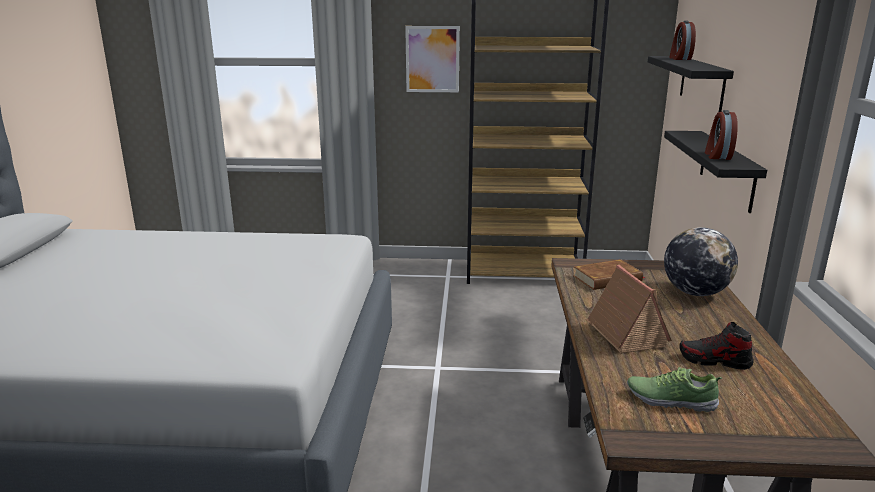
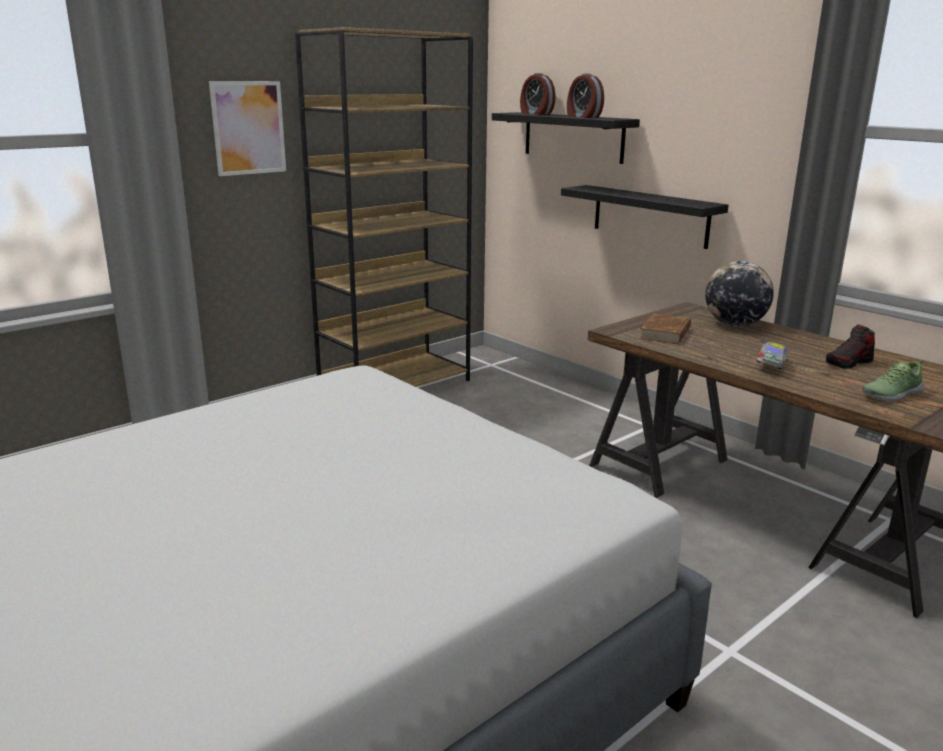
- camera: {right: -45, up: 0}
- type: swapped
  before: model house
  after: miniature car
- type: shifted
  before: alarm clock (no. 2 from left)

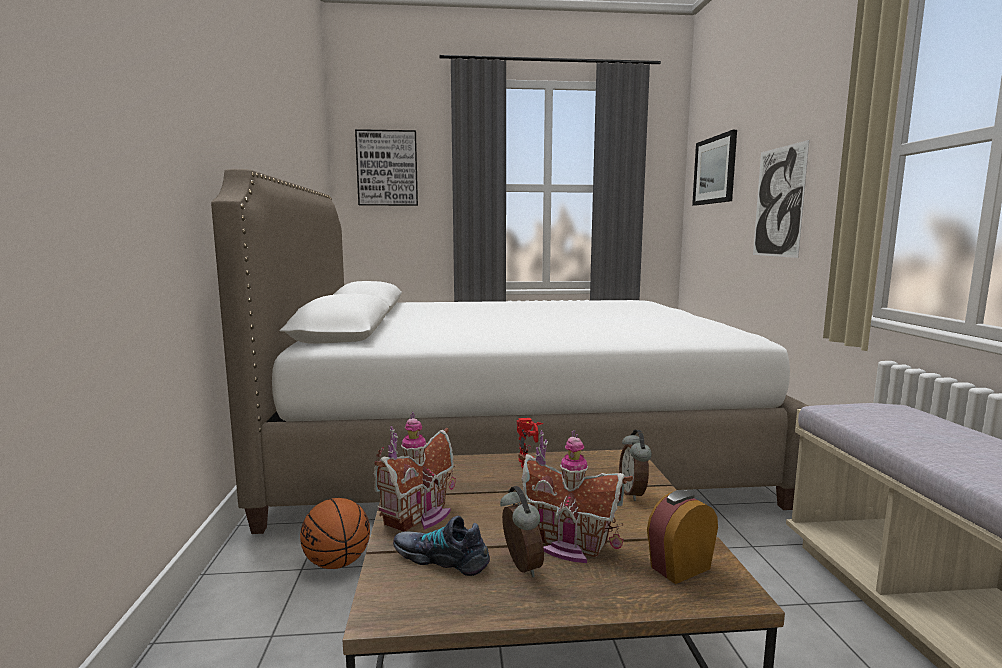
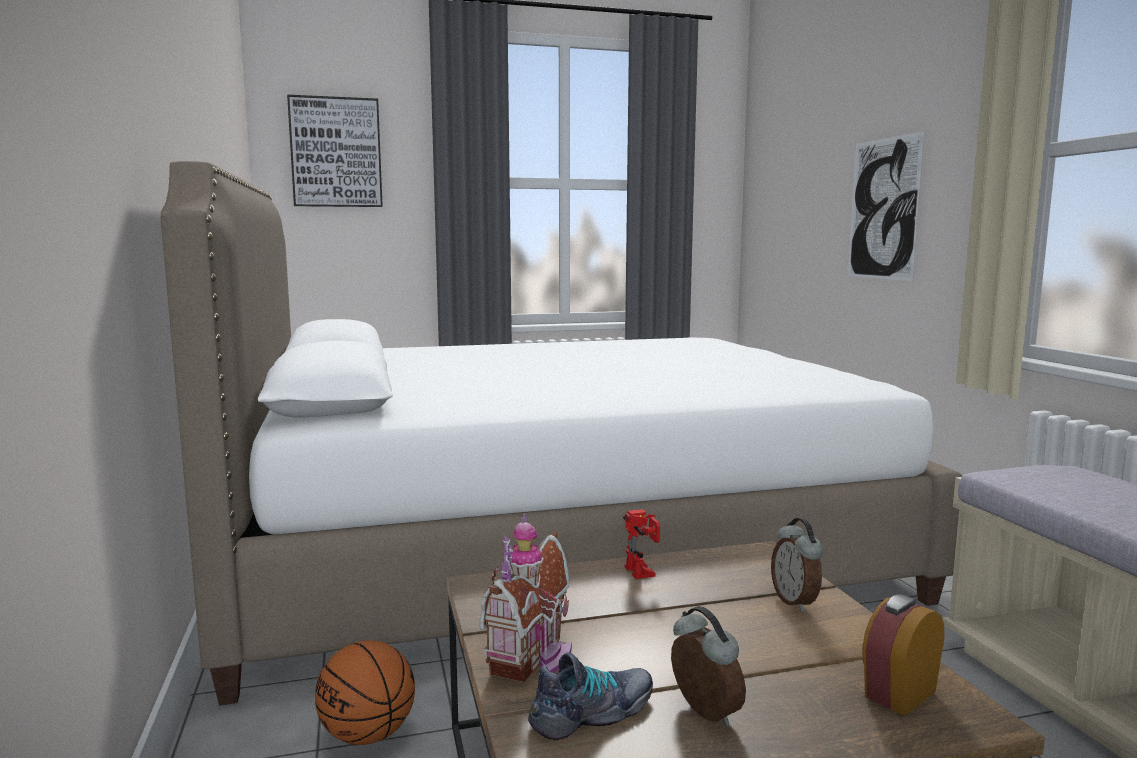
- camera: {right: -10, up: 0}
- type: rotated
  before: low shoe
  turn: 135
- type: gone
  before: model house (no. 2 from left)
- type: gone
  before: wall picture (no. 2 from left)

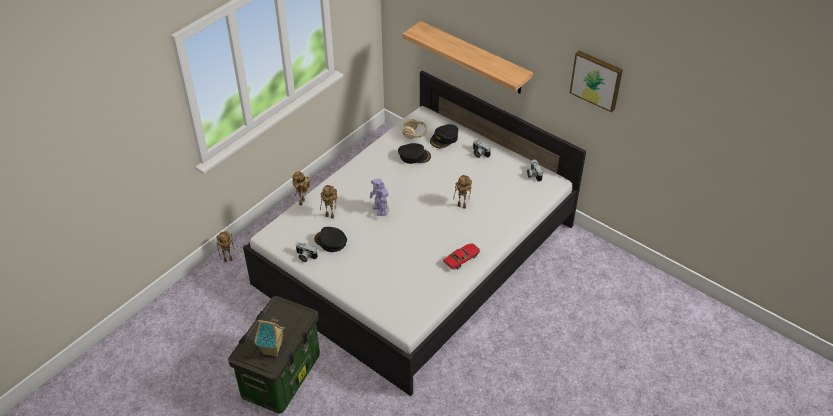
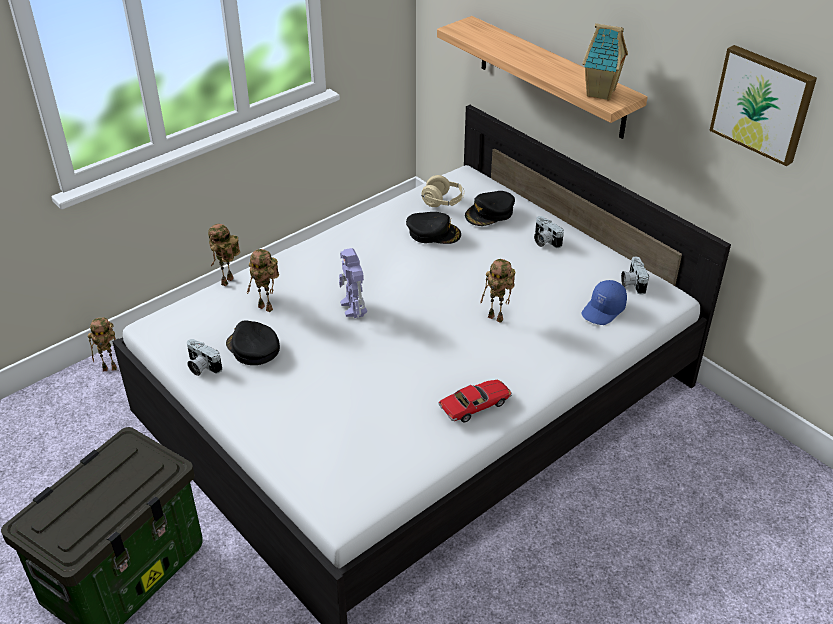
- camera: {right: 10, up: -5}
- type: shifted
  before: model house
- type: new
  after: blue-coloured baseball cap

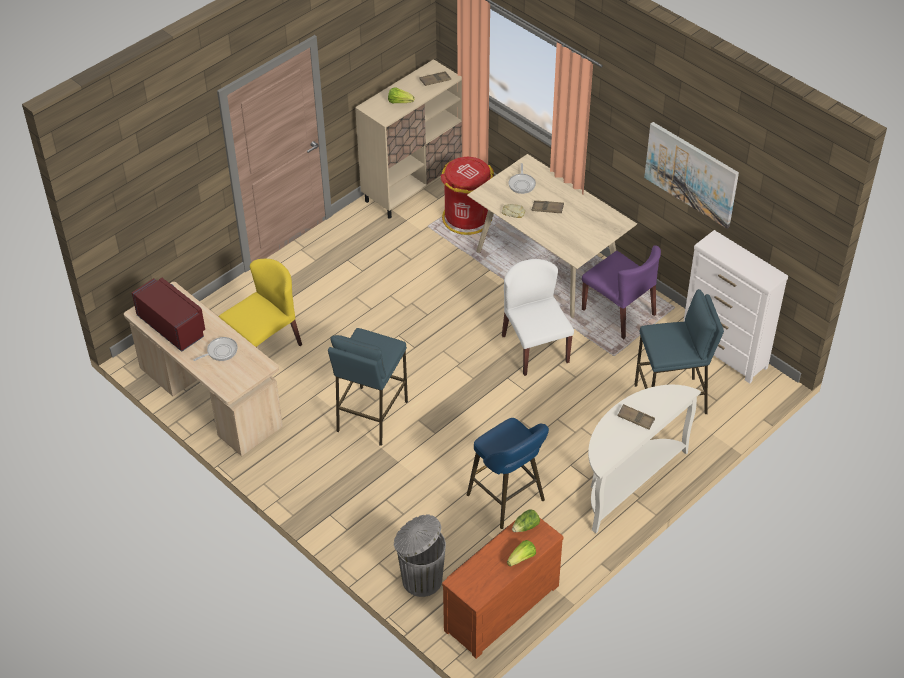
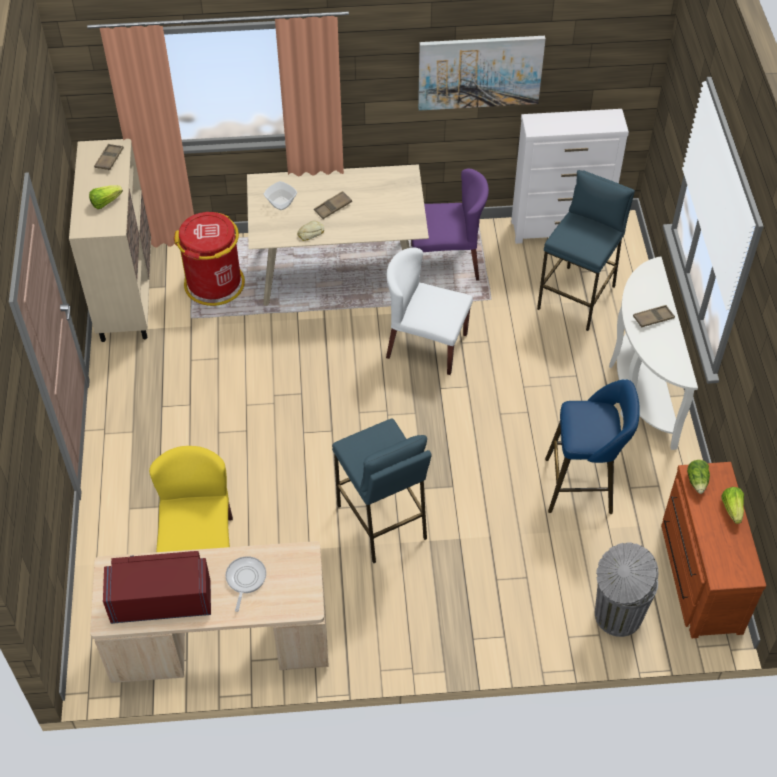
- camera: {right: -50, up: 5}
- type: swapped
  before: pan (no. 2 from left)
  after: bowl

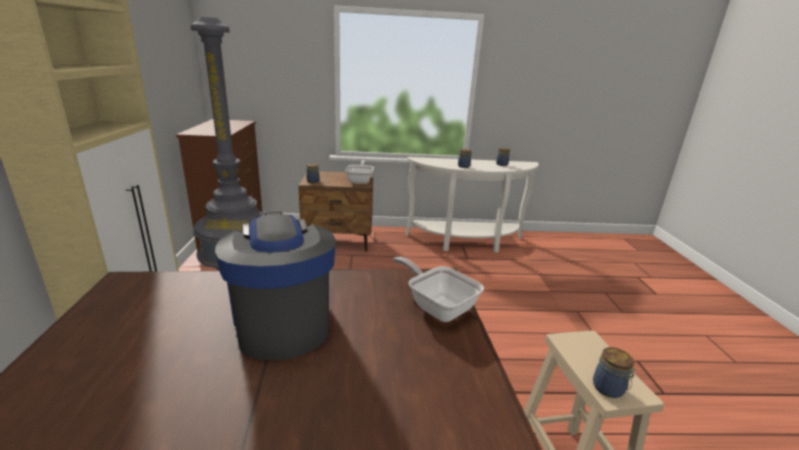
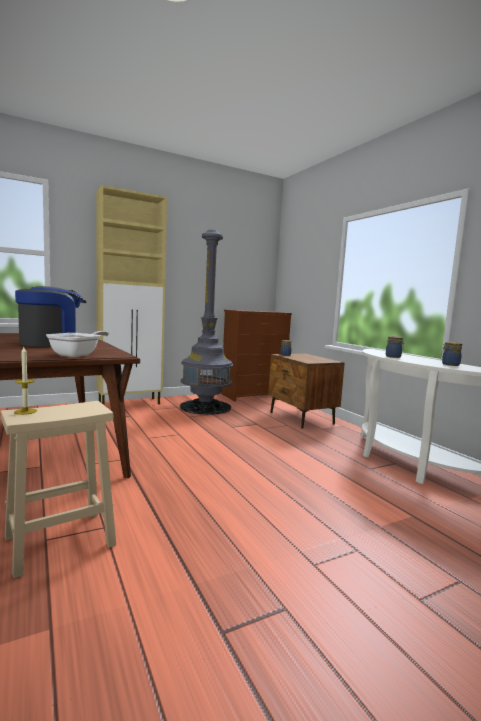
- camera: {right: 65, up: -15}
- type: gone
  before: pan (no. 1 from left)
- type: swapped
  before: jar (no. 4 from left)
  after: wax candle

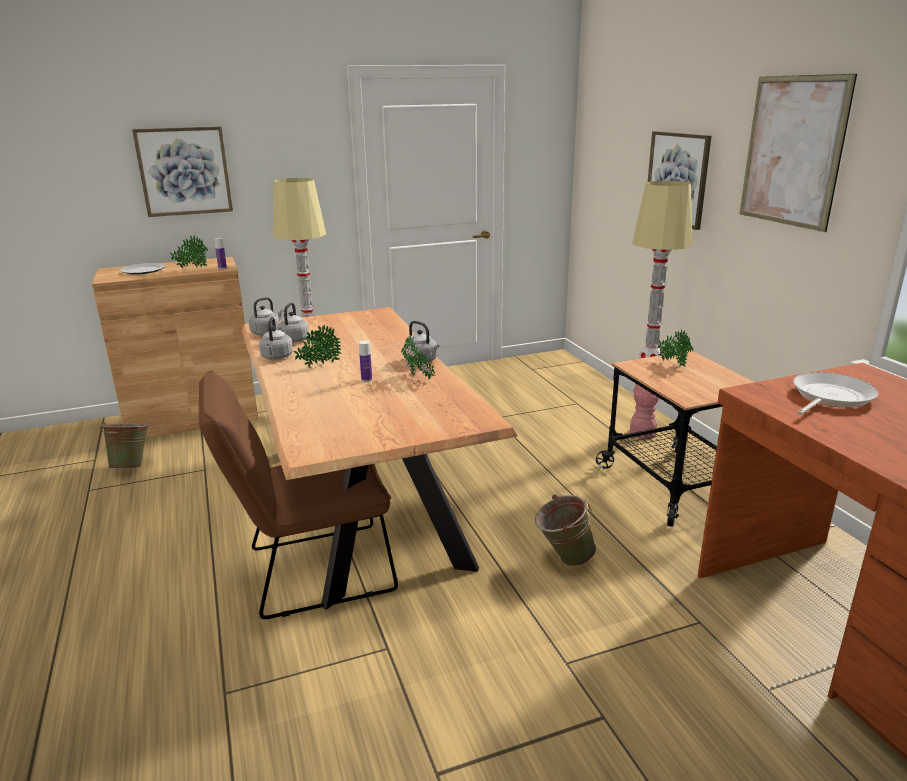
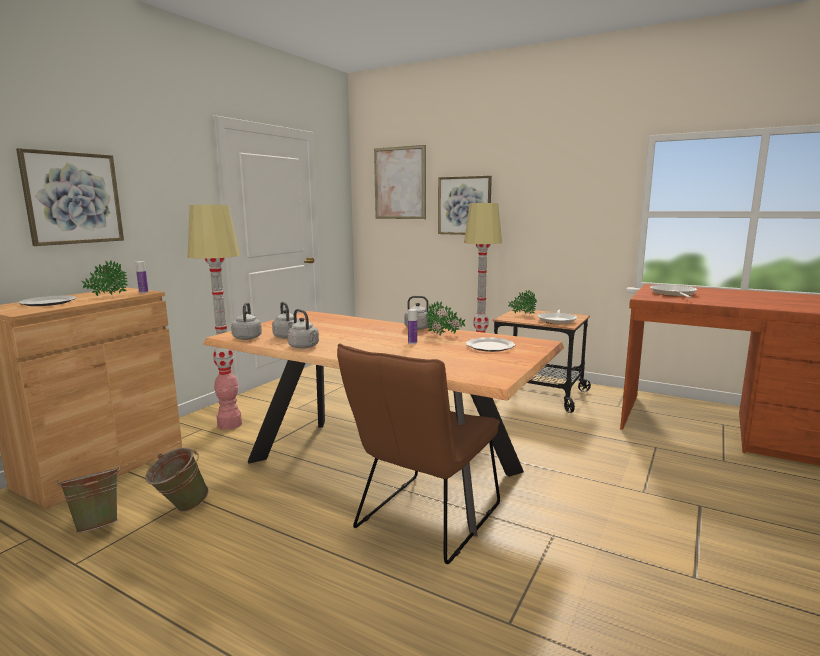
- camera: {right: -40, up: -10}
- type: gone
  before: potted plant (no. 2 from left)
- type: shifted
  before: greenish water bucket (no. 2 from left)
- type: shifted
  before: wall picture (no. 3 from left in the first image)
  after: wall picture (no. 2 from left)
- type: new
  after: plate (no. 2 from left)
- type: new
  after: pan (no. 1 from left)

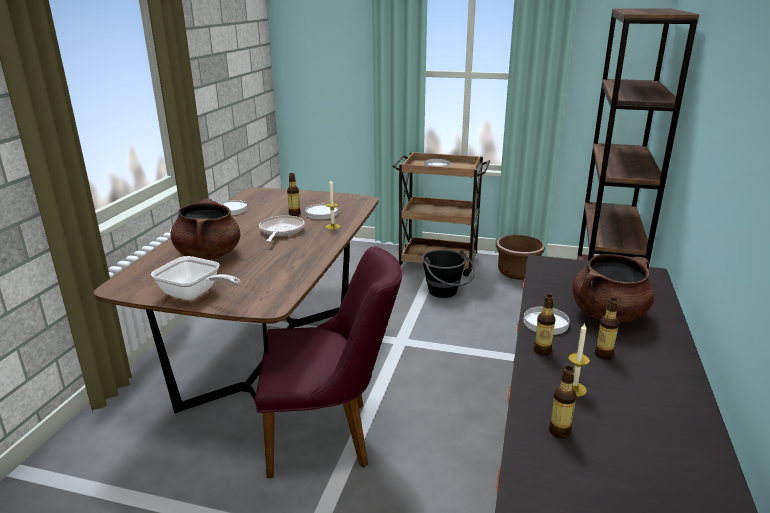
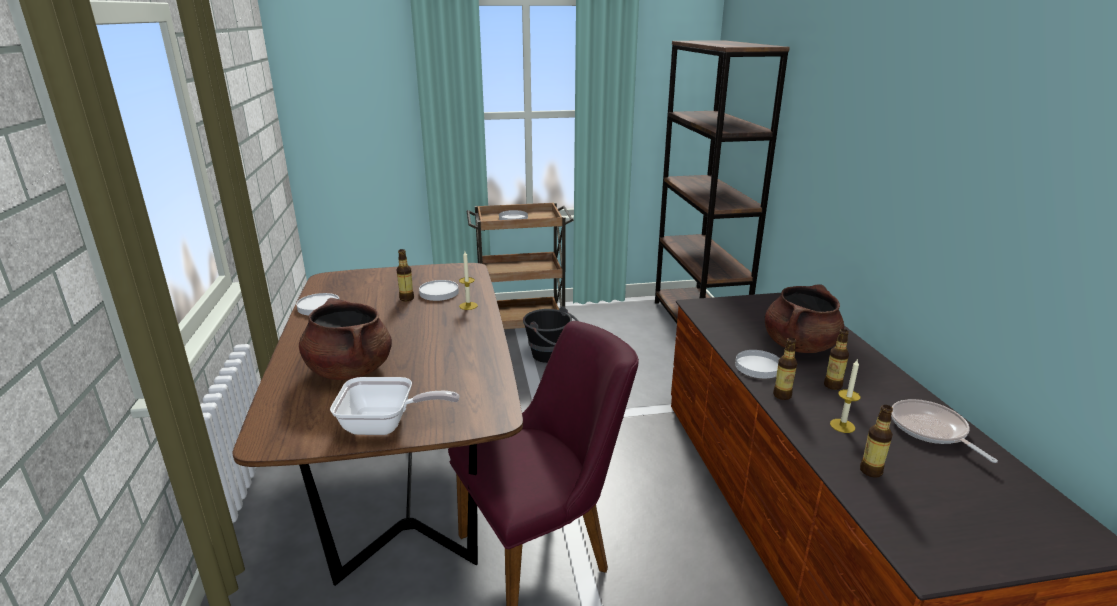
- camera: {right: -25, up: 0}
- type: shifted
  before: pan (no. 2 from left)
- type: gone
  before: brown-coloured flower pot

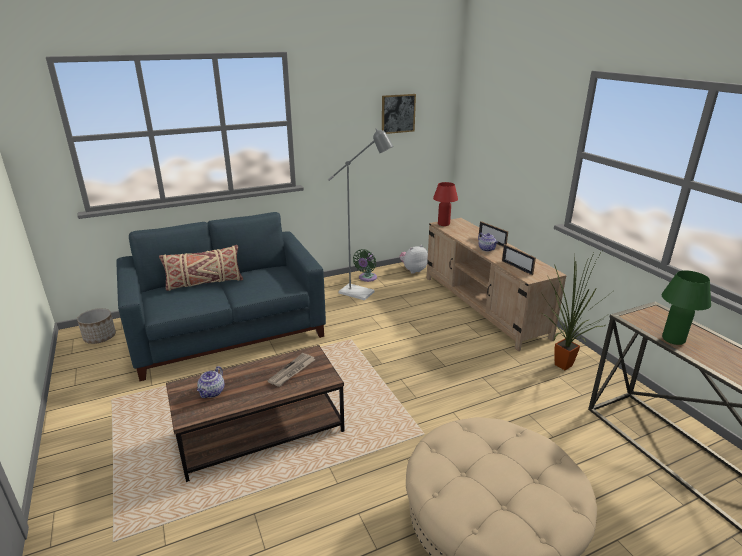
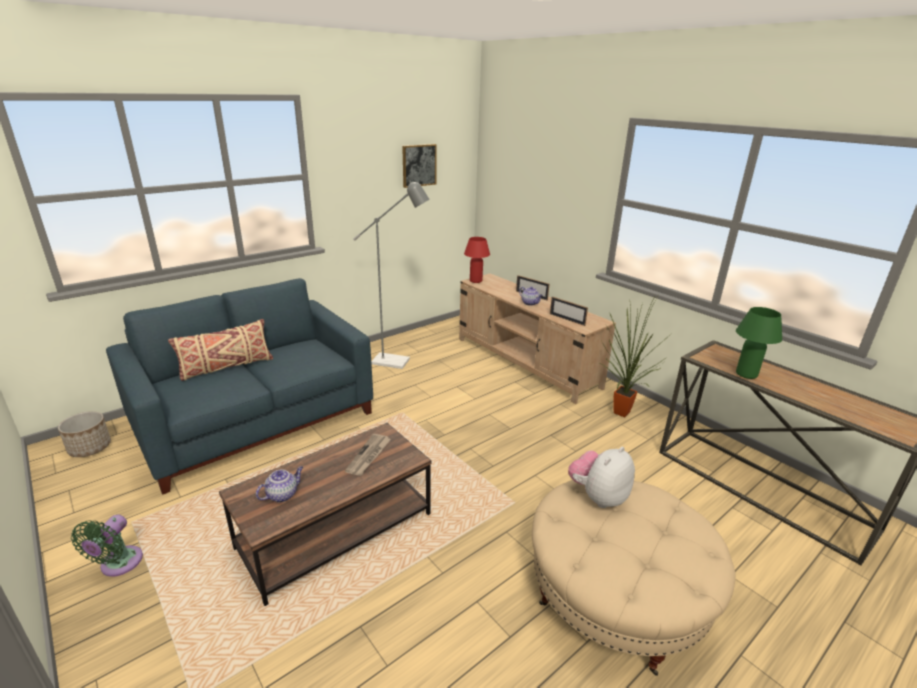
- camera: {right: -15, up: 0}
- type: rotated
  before: tea pot (no. 1 from left)
  turn: -135
- type: shifted
  before: greenish cooling fan
- type: shifted
  before: cuddly toy

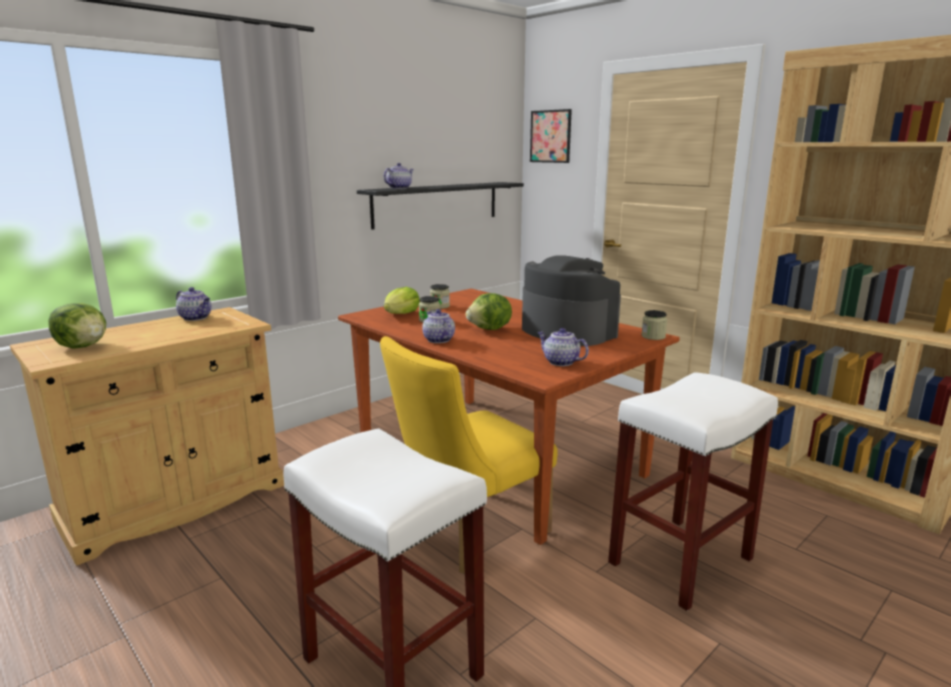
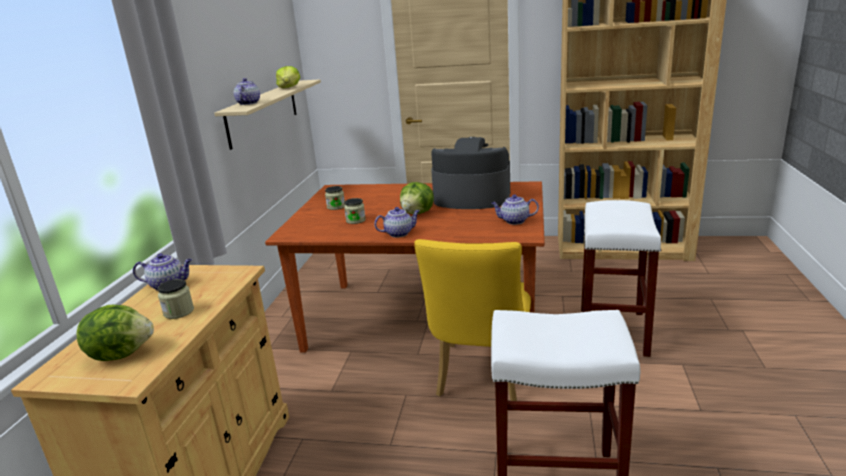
- camera: {right: -35, up: 5}
- type: repainted
  before: blackish wall shelf
  after: beige wall shelf
- type: shifted
  before: lettuce head (no. 2 from left)
- type: rotated
  before: tea pot (no. 3 from left)
  turn: 135
- type: gone
  before: wall picture
- type: shifted
  before: jar (no. 3 from left in the first image)
  after: jar (no. 1 from left)

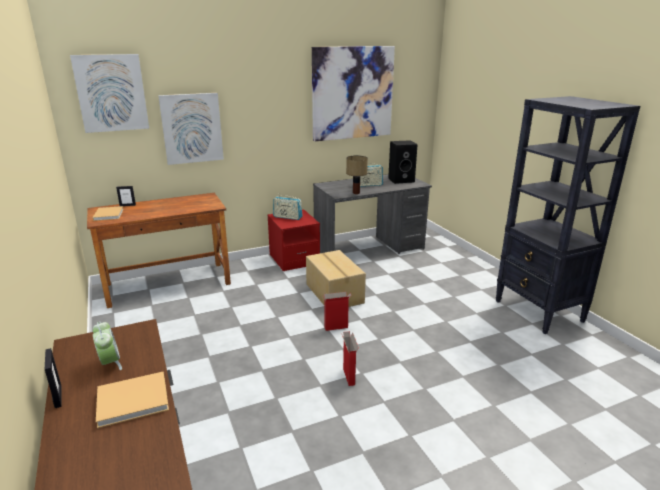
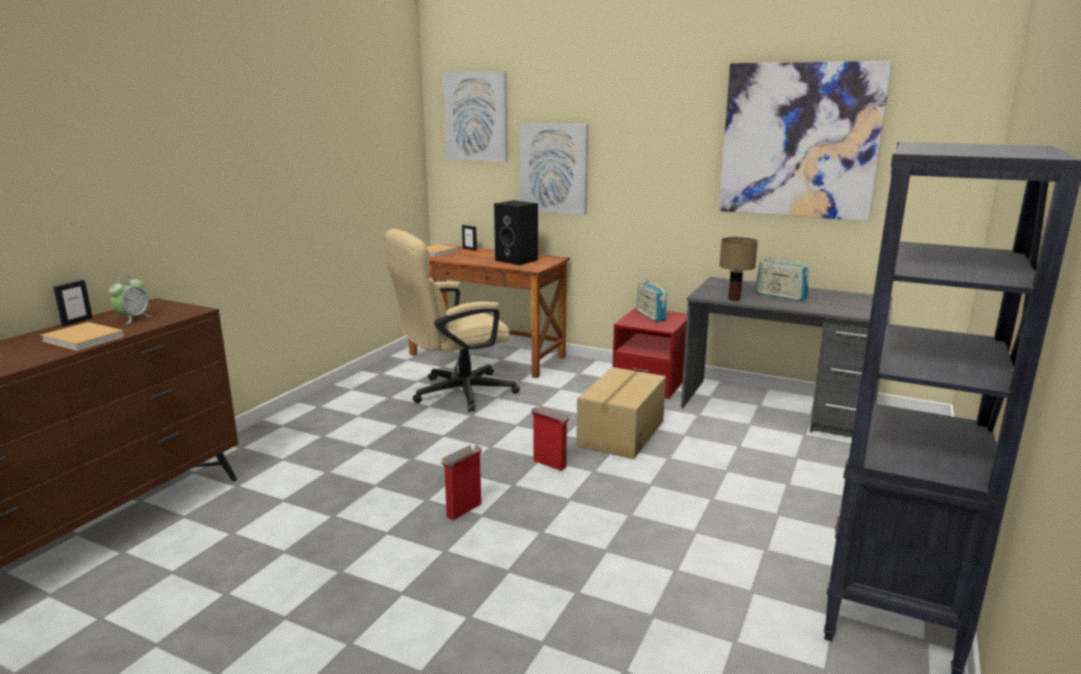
- camera: {right: 50, up: -5}
- type: shifted
  before: blackish loudspeaker
- type: new
  after: beige office chair

